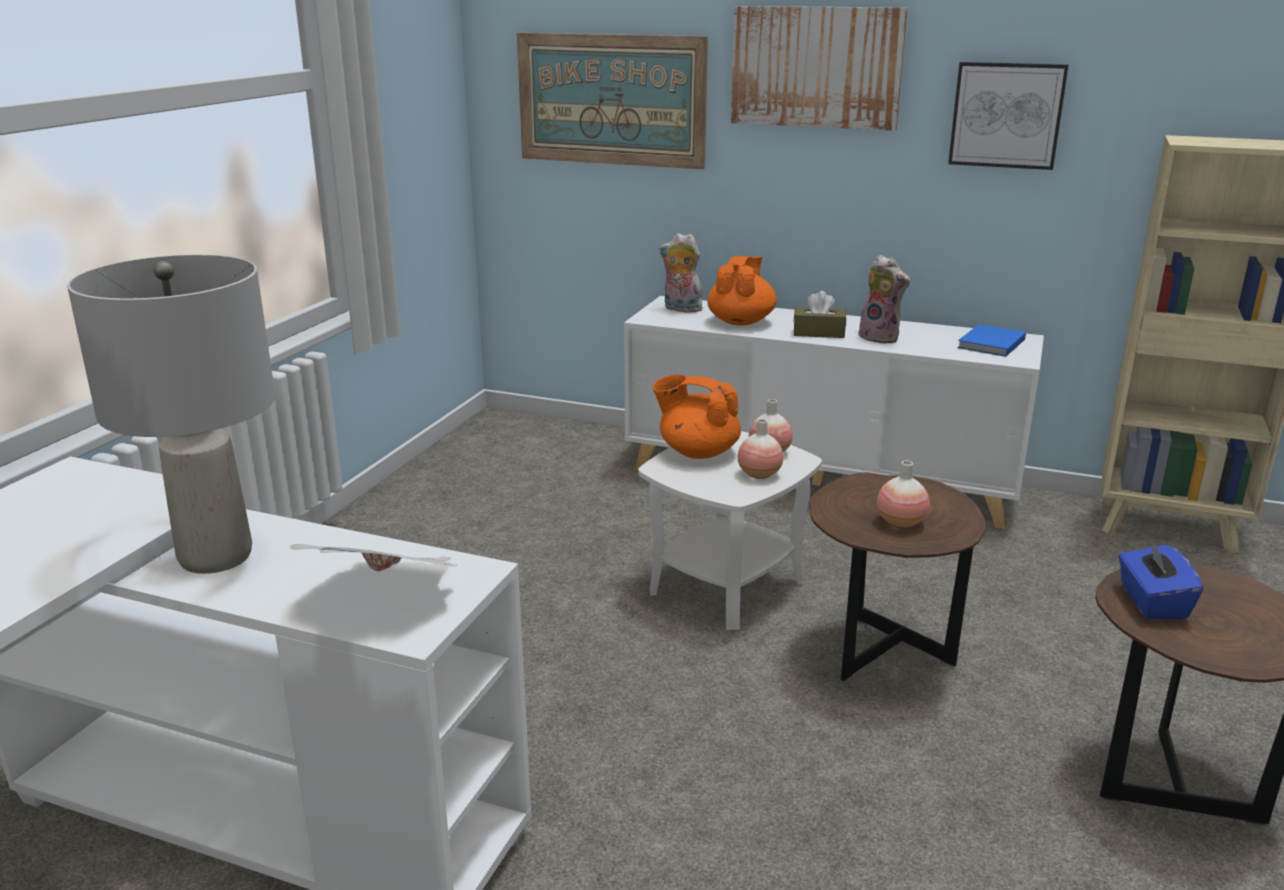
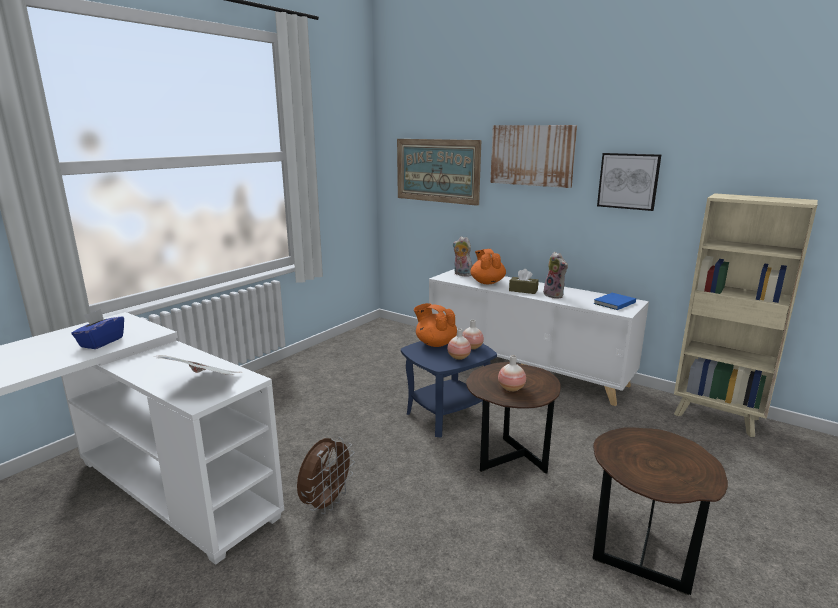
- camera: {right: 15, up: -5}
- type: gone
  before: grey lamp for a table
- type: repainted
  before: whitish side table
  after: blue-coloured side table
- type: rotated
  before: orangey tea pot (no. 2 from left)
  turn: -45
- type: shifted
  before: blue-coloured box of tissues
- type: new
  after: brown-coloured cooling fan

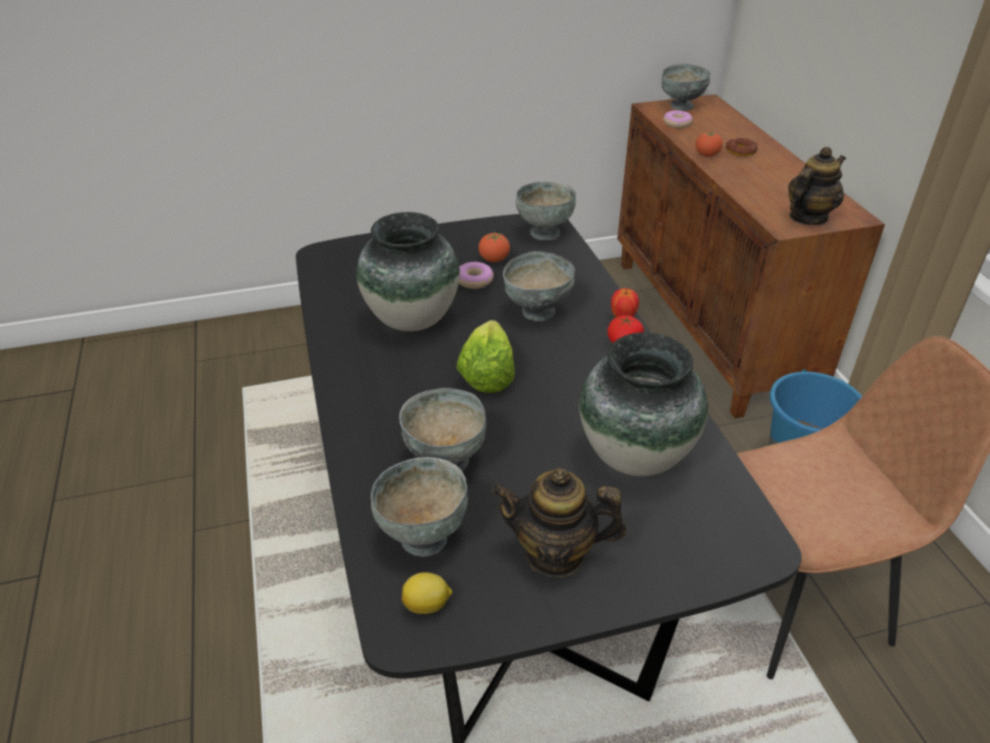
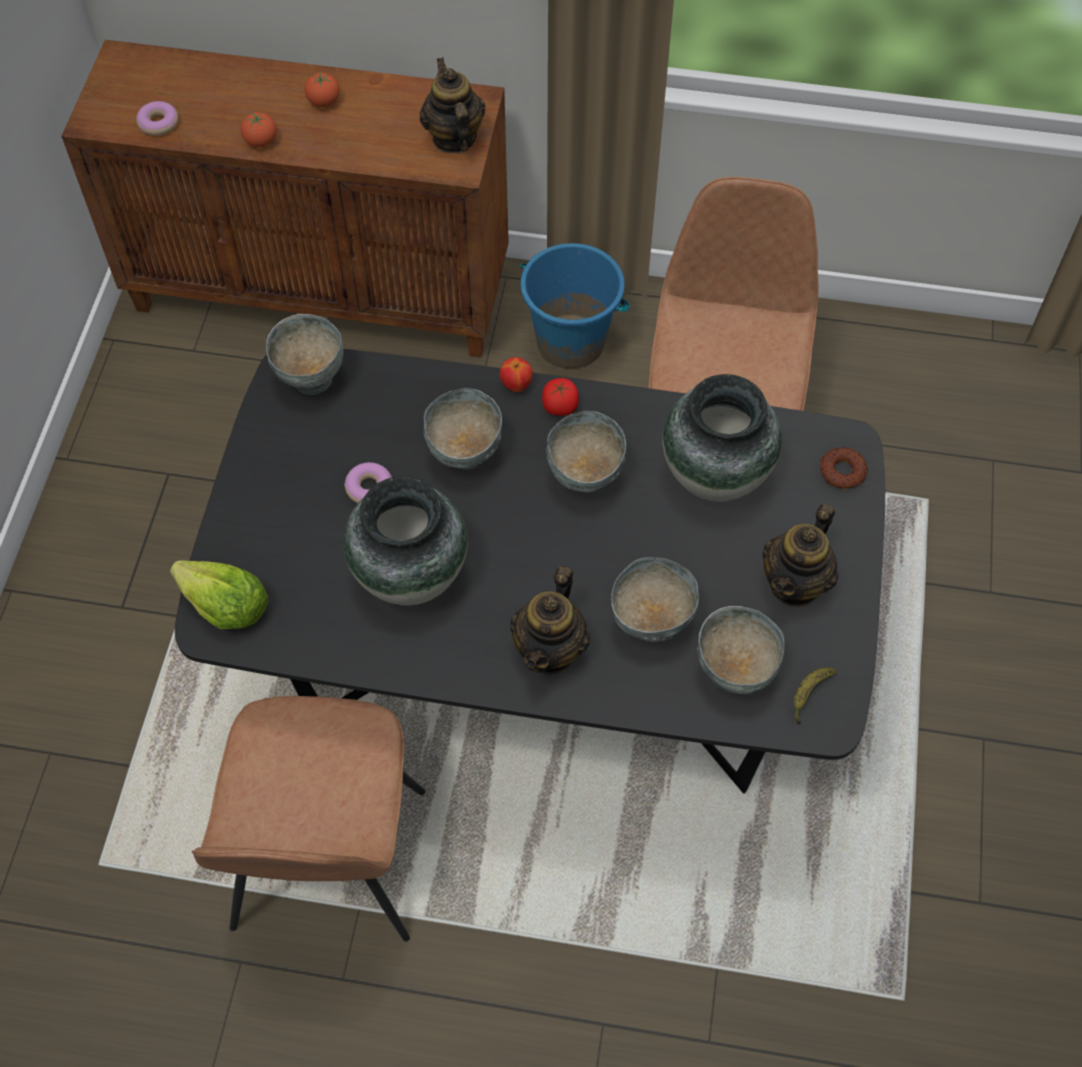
- camera: {right: -65, up: 20}
- type: swapped
  before: lemon
  after: banana
- type: shifted
  before: lettuce head
- type: shifted
  before: tomato (no. 1 from left in the first image)
  after: tomato (no. 2 from left)
- type: shifted
  before: grey bowl (no. 5 from left in the first image)
  after: grey bowl (no. 3 from left)
- type: shifted
  before: donut (no. 3 from left)
- type: new
  after: brown-coloured chair (no. 1 from left)
- type: new
  after: tea pot (no. 2 from left)

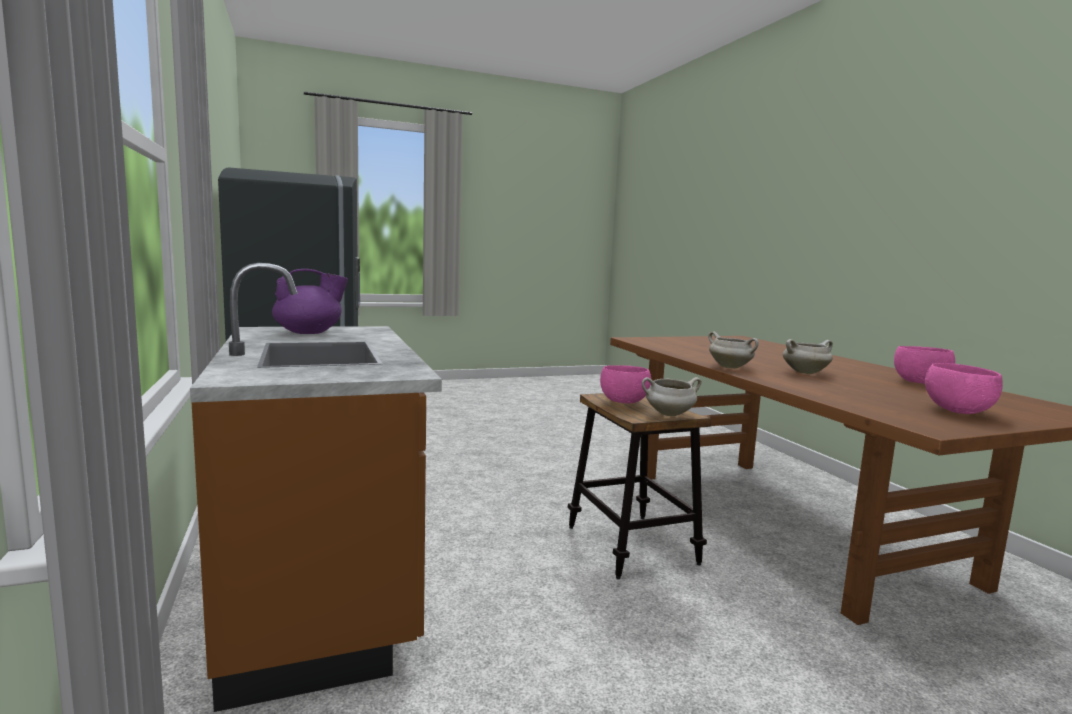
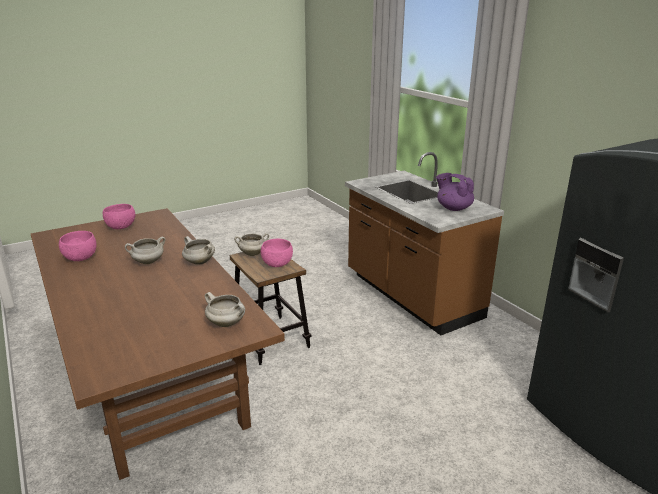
- camera: {right: 170, up: 15}
- type: rotated
  before: purple-coloured tea pot
  turn: 75
- type: new
  after: whitish saucepot (no. 3 from left)

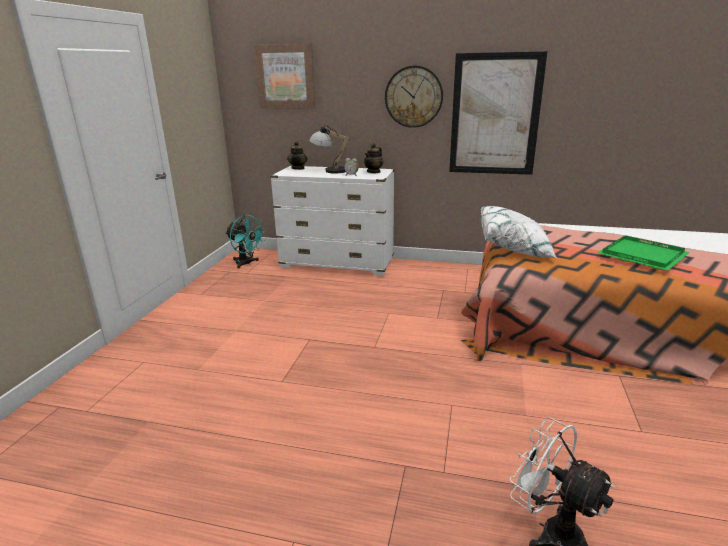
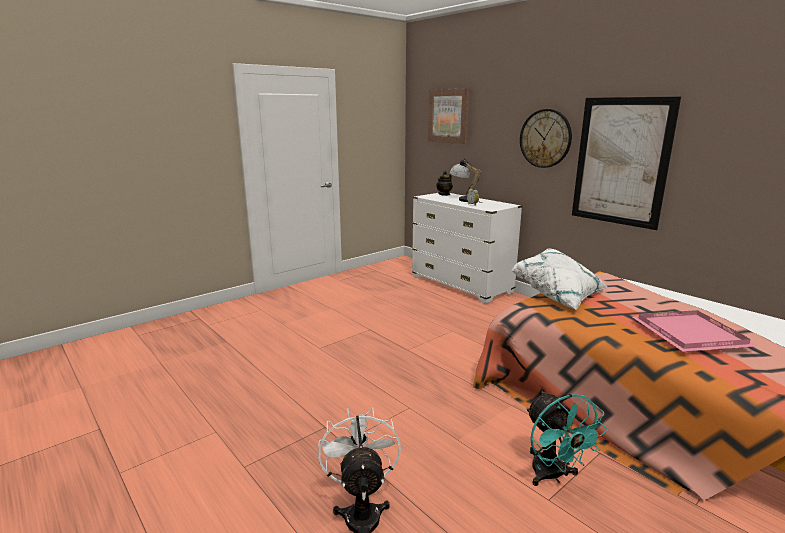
- camera: {right: 35, up: -5}
- type: shifted
  before: blue-green cooling fan
- type: gone
  before: tea pot (no. 2 from left)
- type: repainted
  before: greenish tray
  after: pink tray

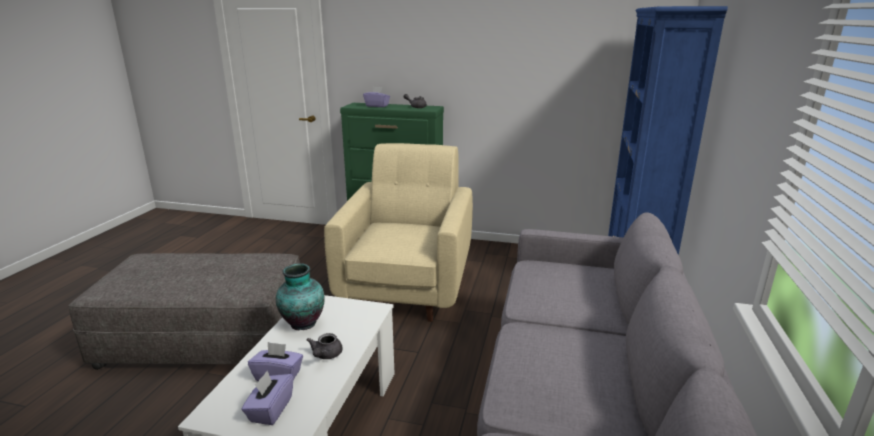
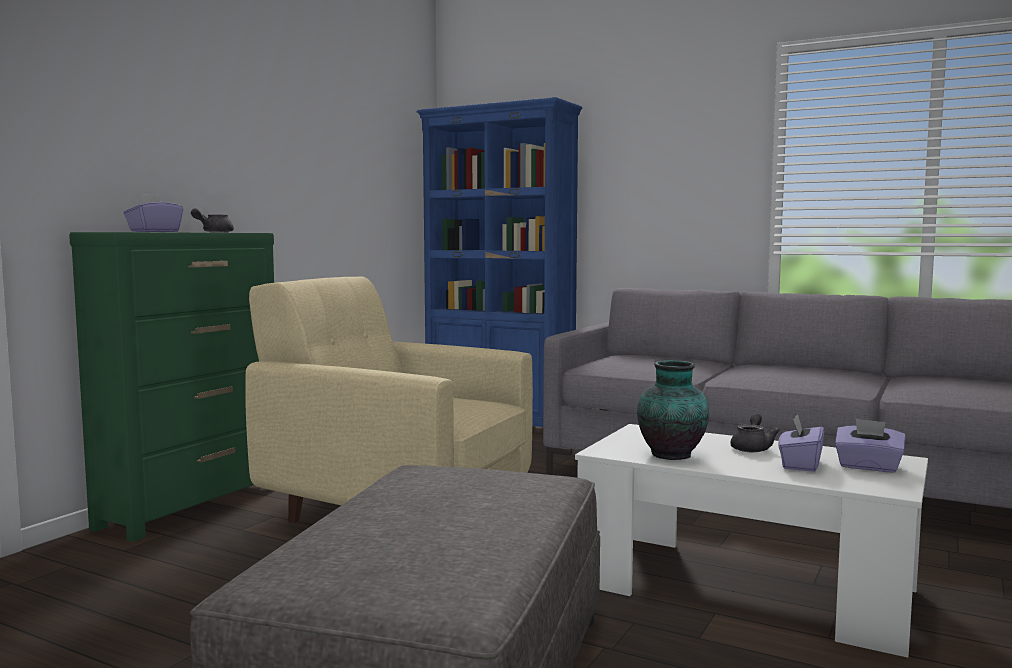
- camera: {right: -75, up: -15}
- type: rotated
  before: grey tea pot (no. 1 from left in the first image)
  turn: -90

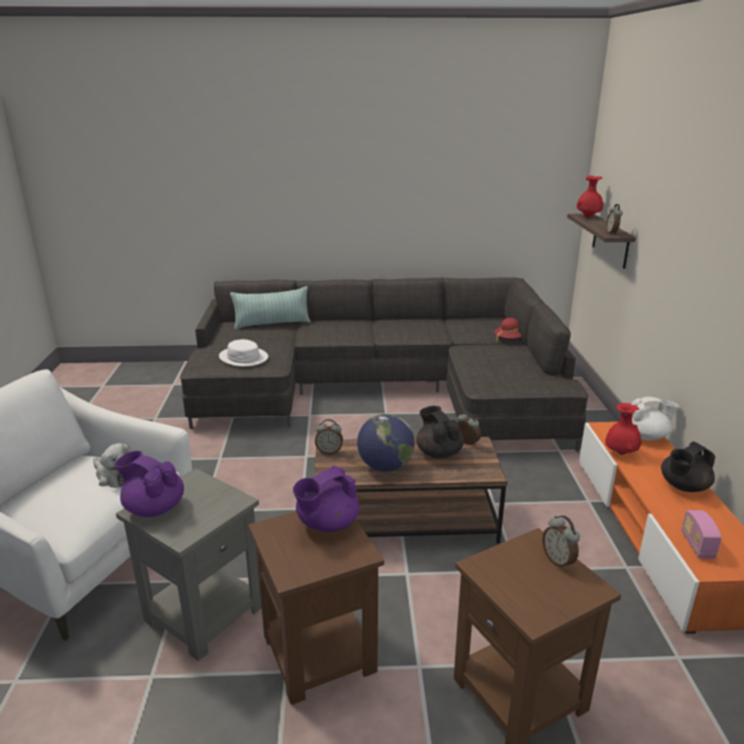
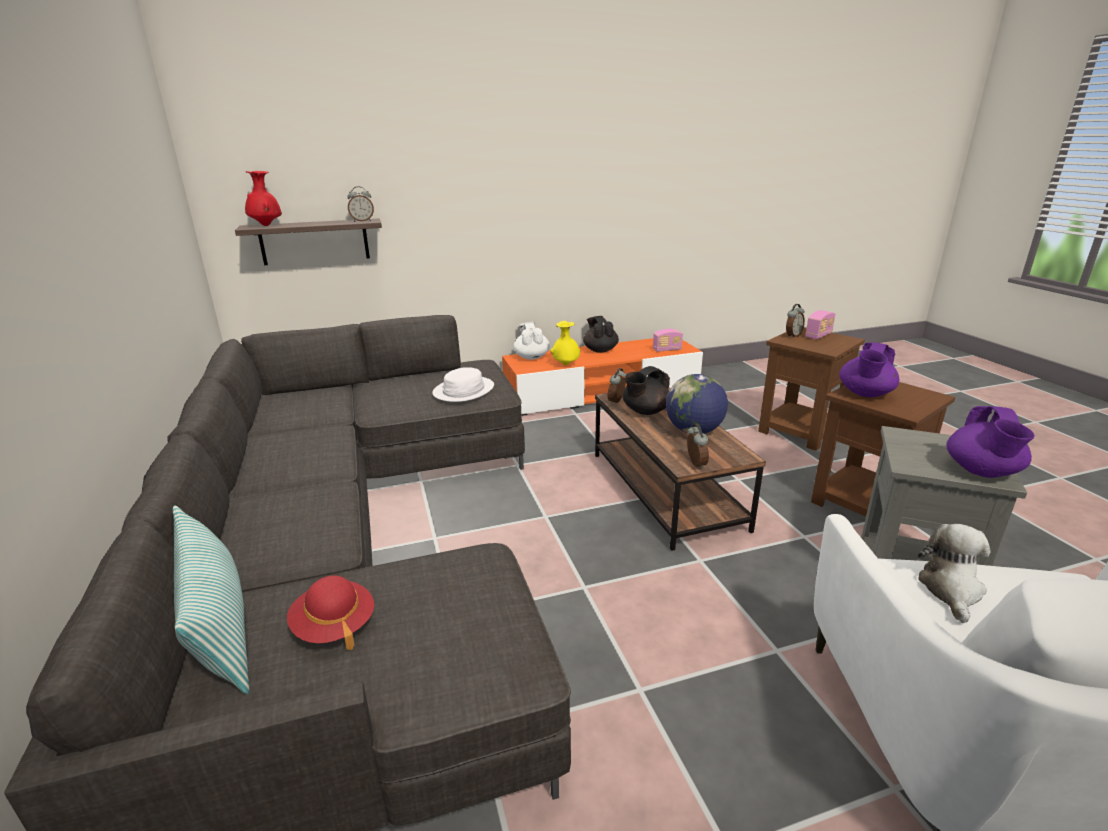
- camera: {right: -105, up: 0}
- type: shifted
  before: whitish wearable hat
- type: rotated
  before: purple-coloured tea pot (no. 2 from left in the first image)
  turn: 90
- type: shifted
  before: red wearable hat
- type: repainted
  before: red vase (no. 2 from left)
  after: yellowish vase
- type: rotated
  before: blackish tea pot (no. 2 from left in the first image)
  turn: -150
- type: new
  after: radio (no. 2 from left)

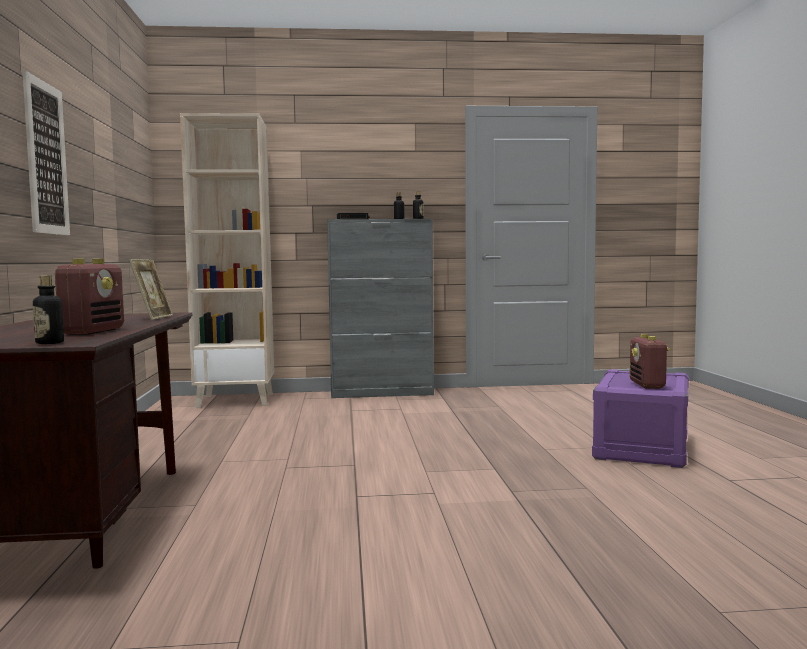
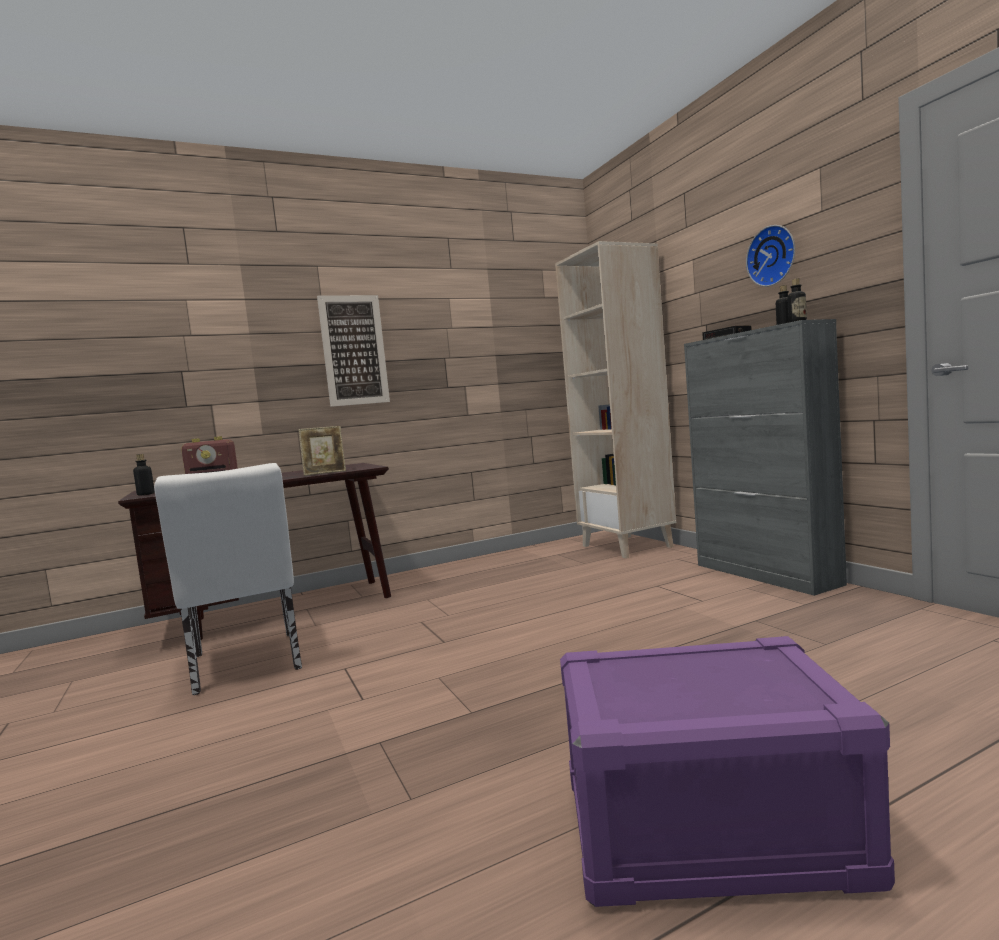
- camera: {right: 70, up: 0}
- type: gone
  before: radio (no. 2 from left)
- type: new
  after: whitish chair
- type: new
  after: wall clock

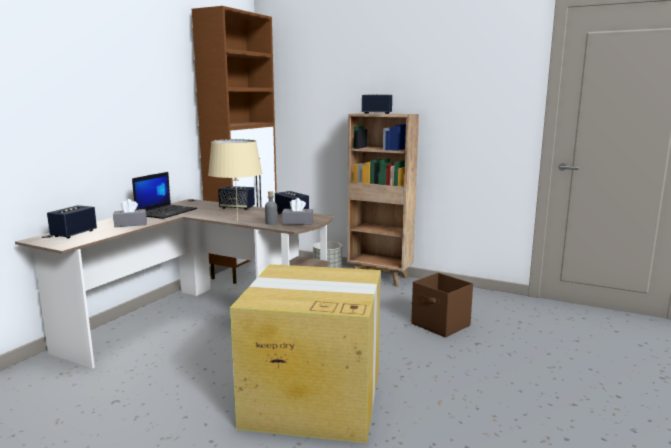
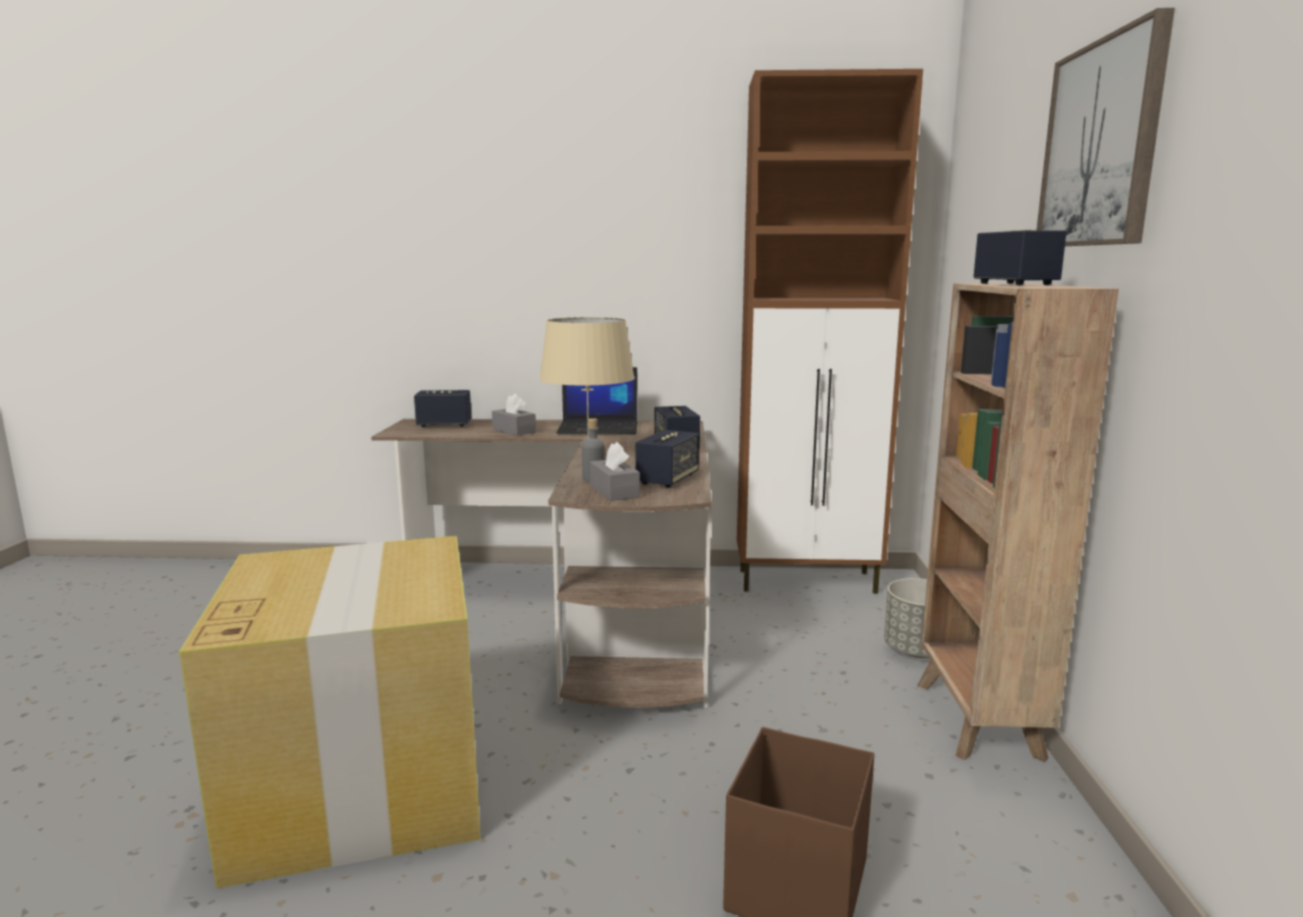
- camera: {right: 65, up: 0}
- type: new
  after: wall picture

